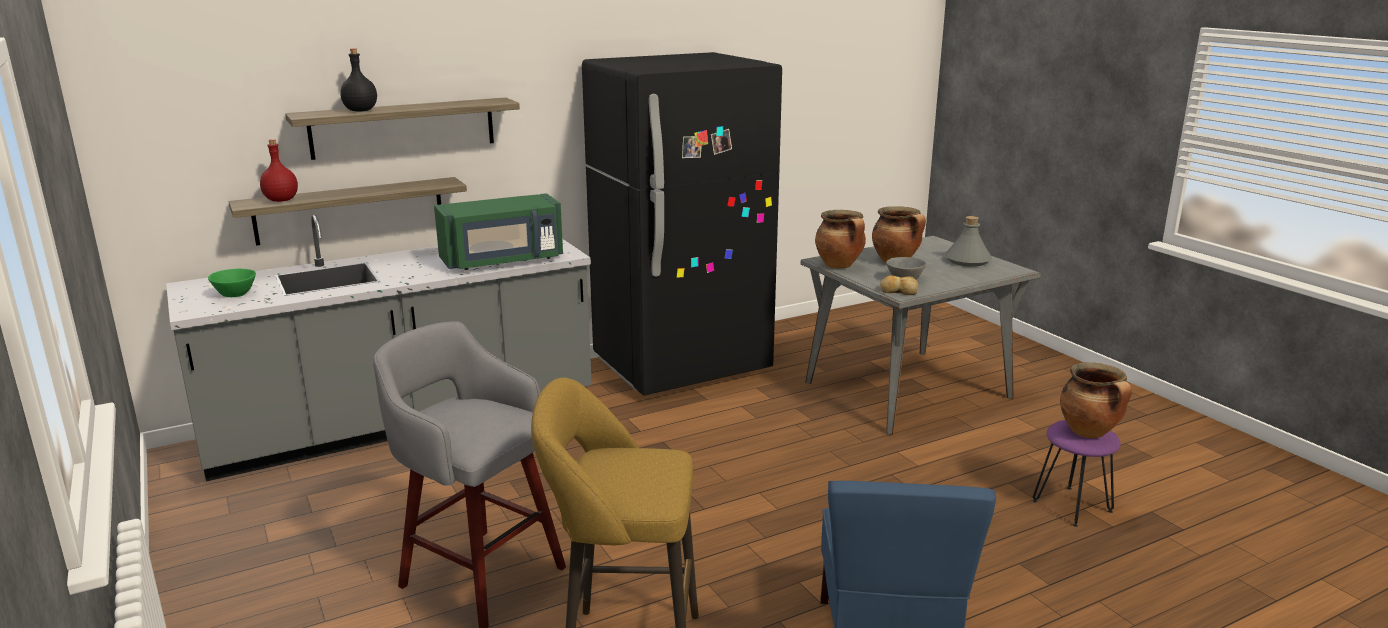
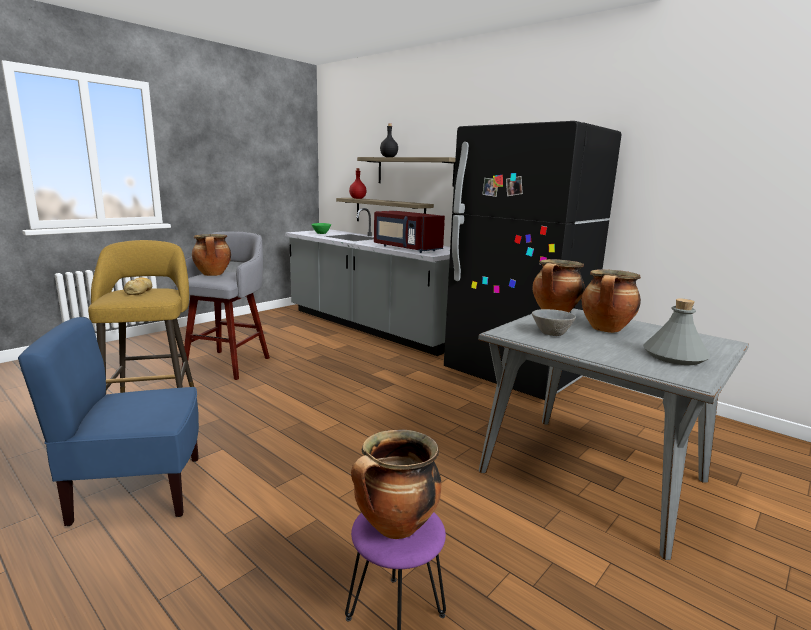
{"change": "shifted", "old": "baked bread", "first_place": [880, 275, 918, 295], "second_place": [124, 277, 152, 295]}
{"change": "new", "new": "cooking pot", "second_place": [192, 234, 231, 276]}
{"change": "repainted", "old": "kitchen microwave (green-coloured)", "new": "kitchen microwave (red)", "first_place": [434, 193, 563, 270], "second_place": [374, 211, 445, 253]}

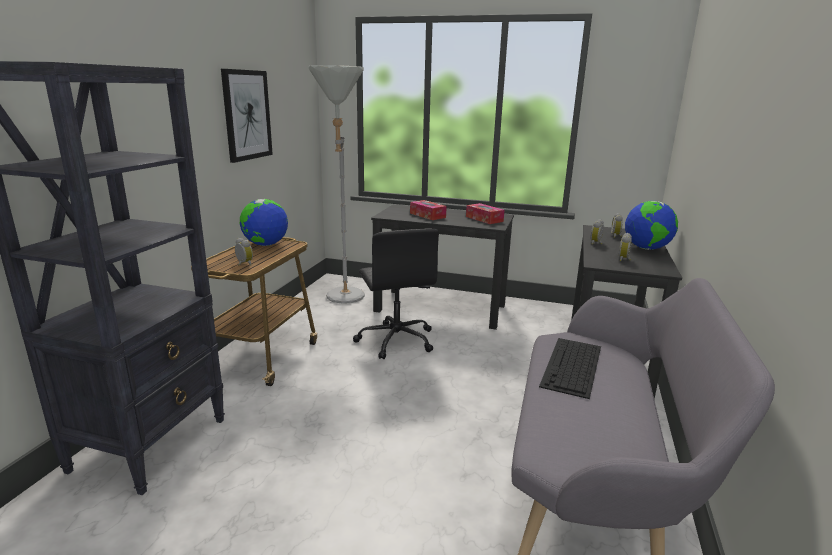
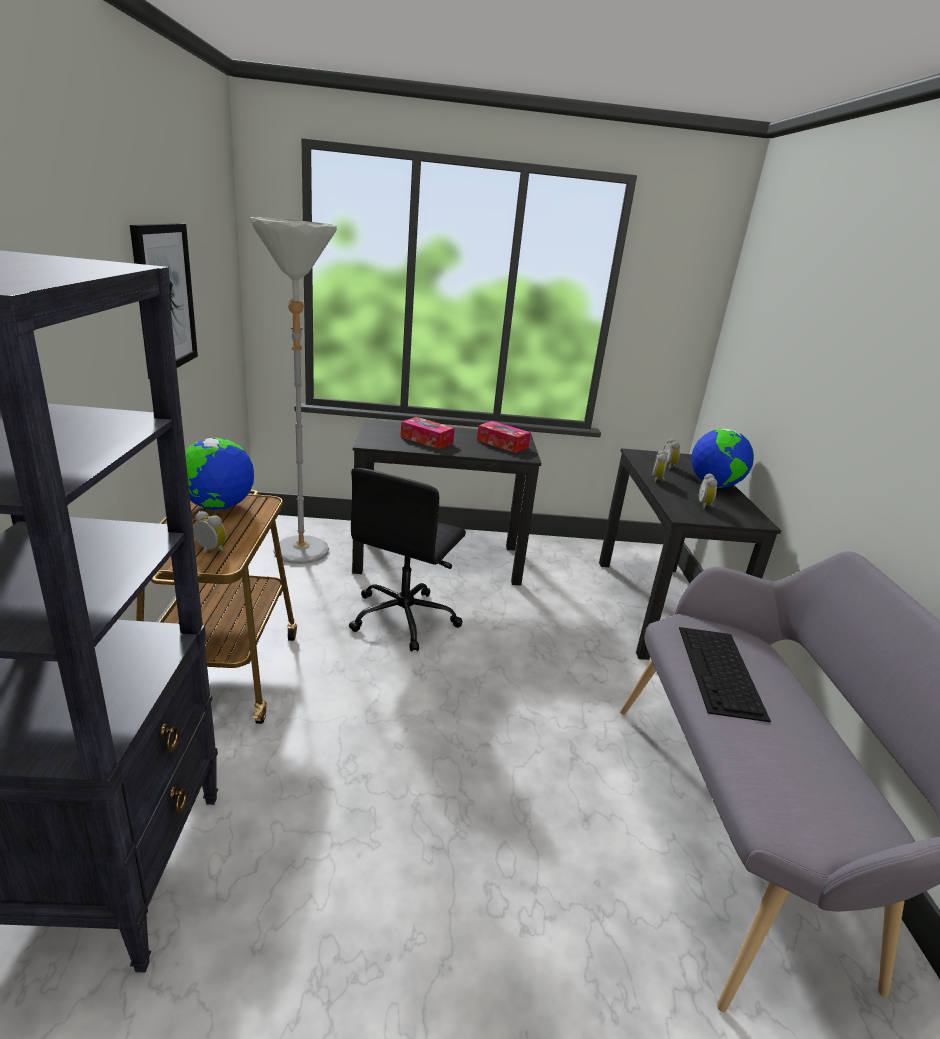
{"change": "rotated", "old": "desk chair (black)", "first_place": [353, 228, 439, 359], "second_place": [349, 468, 466, 651], "degrees": 60}

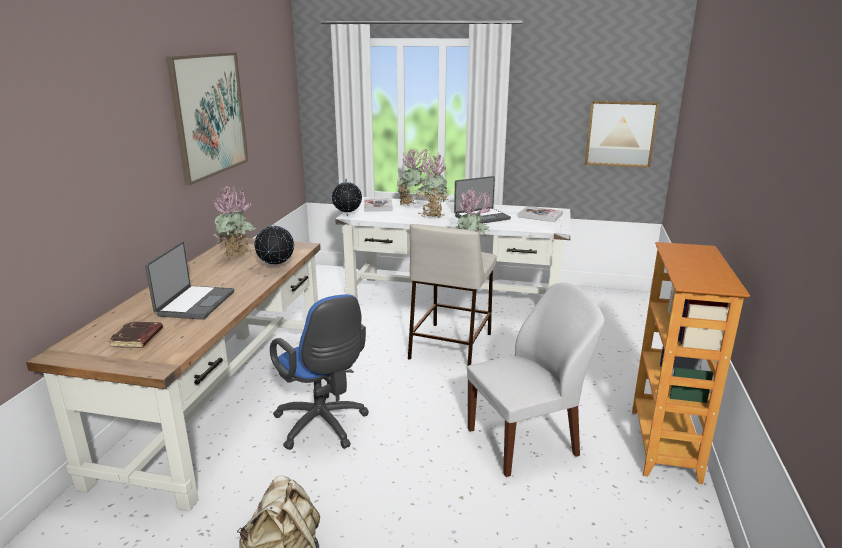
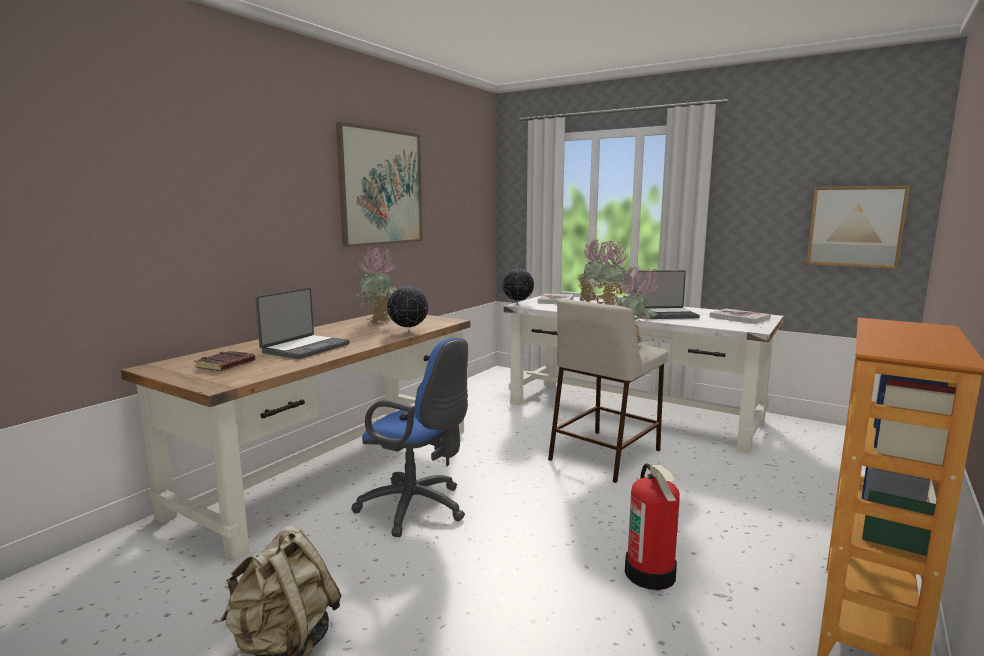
{"change": "rotated", "old": "desk chair (bluish)", "first_place": [270, 294, 369, 450], "second_place": [351, 338, 468, 537], "degrees": -45}
{"change": "swapped", "old": "upright chair (whitish)", "new": "fire-fighting cylinder", "first_place": [467, 283, 605, 477], "second_place": [625, 463, 680, 590]}

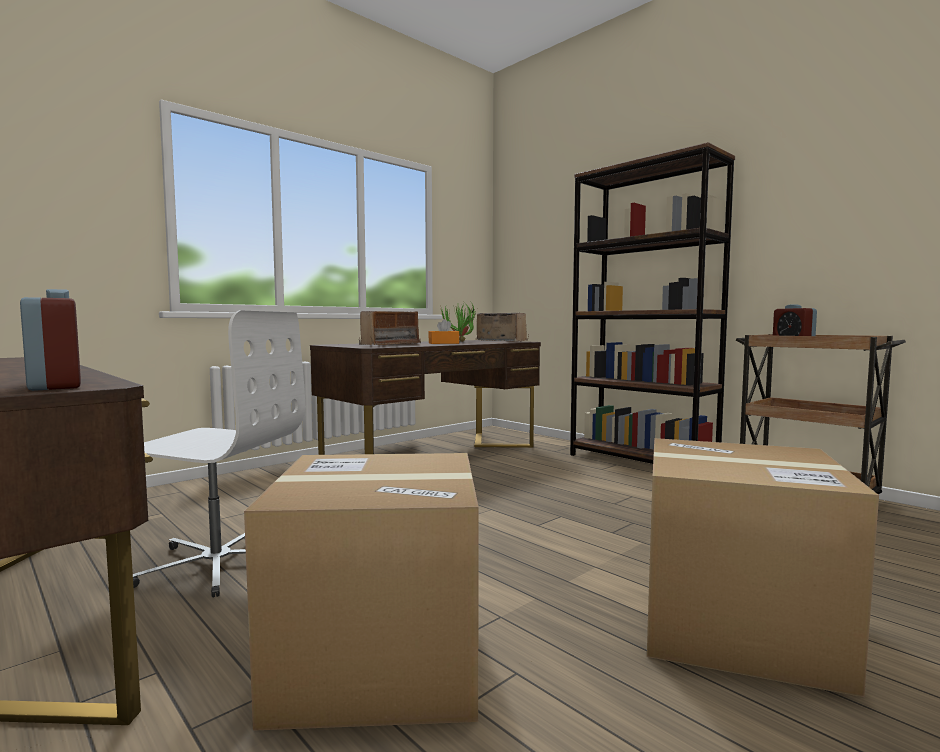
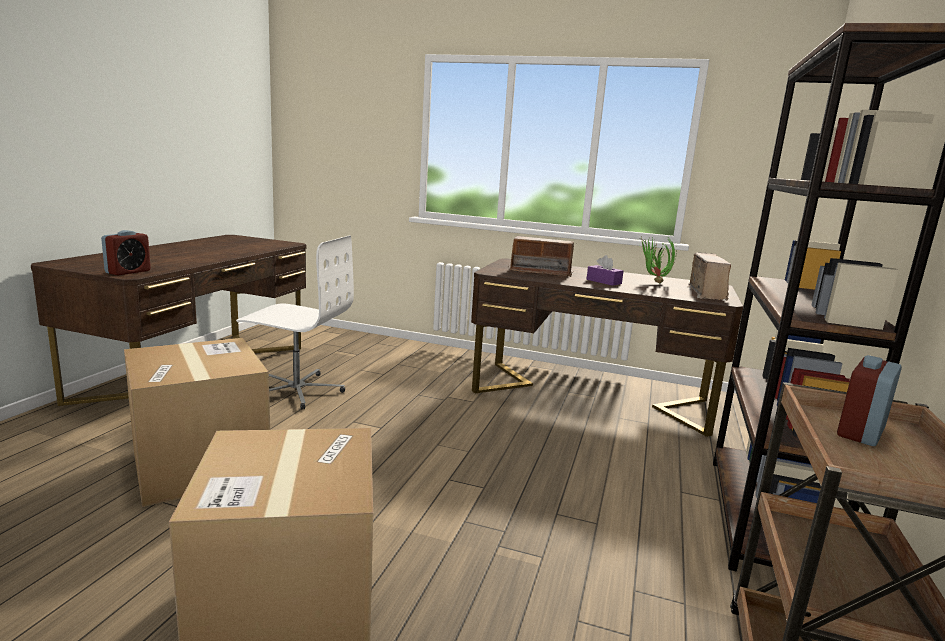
{"change": "rotated", "old": "desk chair (whitish)", "first_place": [133, 311, 305, 597], "second_place": [236, 235, 354, 409], "degrees": -60}
{"change": "repainted", "old": "tissue box (orange)", "new": "tissue box (purple-coloured)", "first_place": [429, 319, 459, 344], "second_place": [587, 255, 624, 286]}

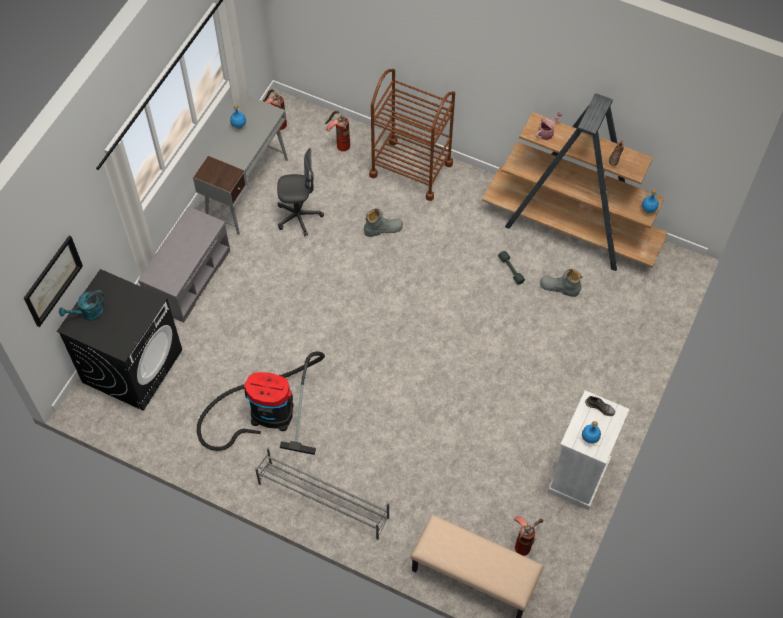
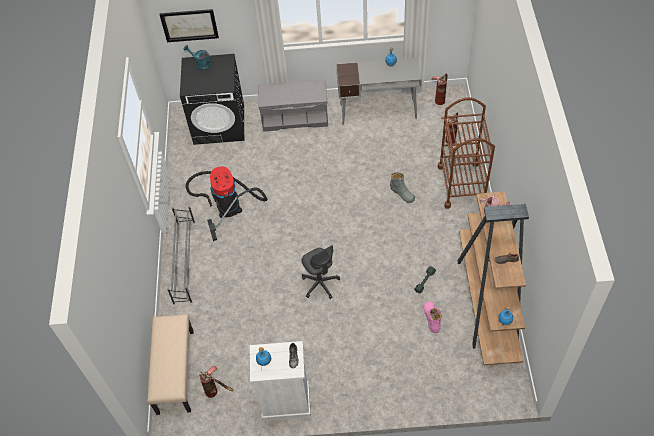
{"change": "shifted", "old": "desk chair (grey)", "first_place": [277, 148, 324, 236], "second_place": [301, 245, 340, 299]}
{"change": "repainted", "old": "tall boot (grey)", "new": "tall boot (pink-coloured)", "first_place": [540, 269, 582, 297], "second_place": [423, 301, 442, 333]}

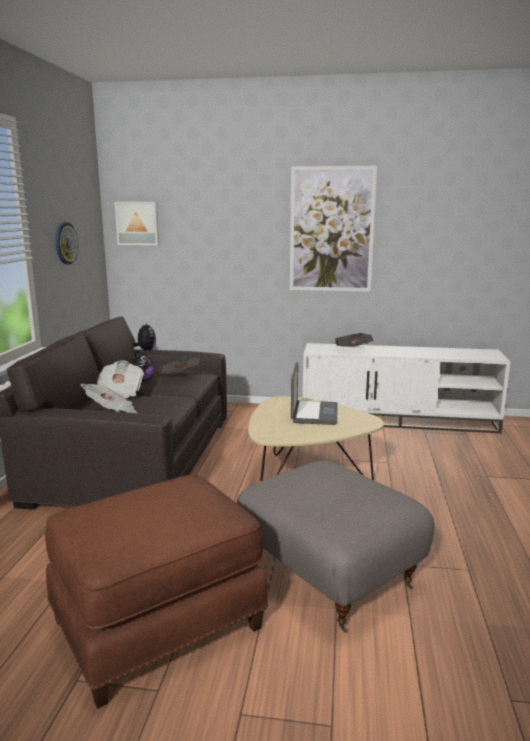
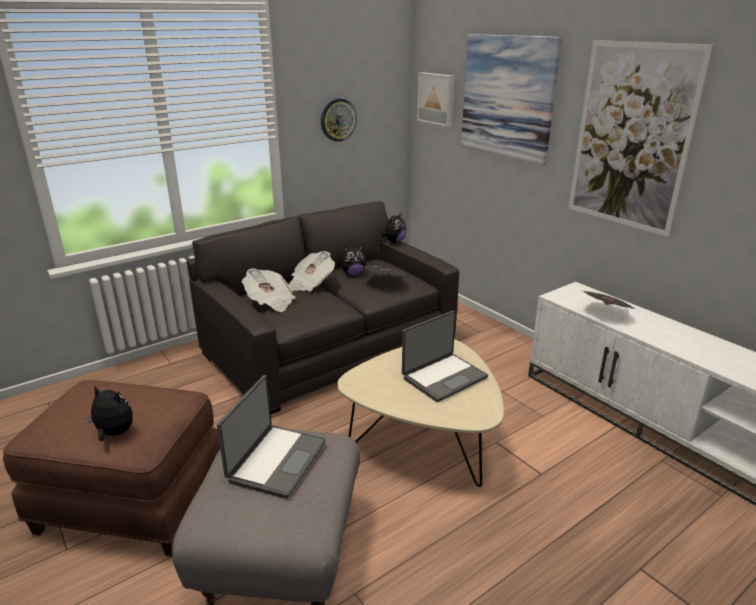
{"change": "new", "new": "plush toy", "second_place": [84, 386, 133, 441]}
{"change": "new", "new": "laptop", "second_place": [217, 375, 326, 499]}
{"change": "new", "new": "wall picture", "second_place": [461, 34, 562, 165]}

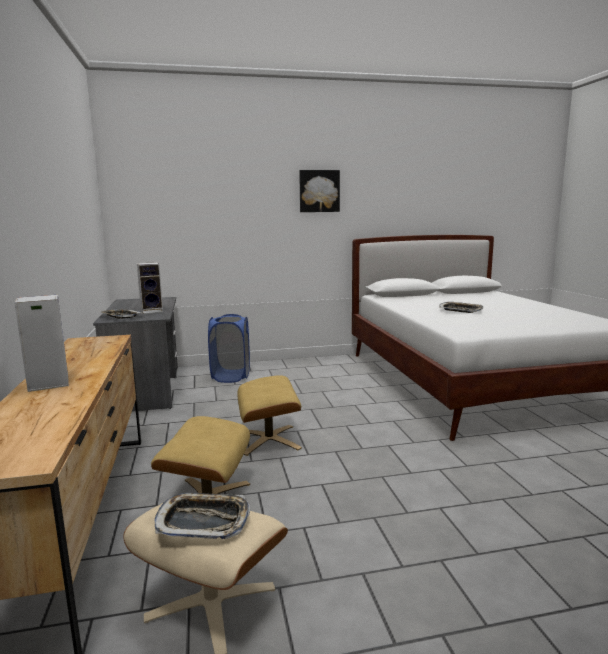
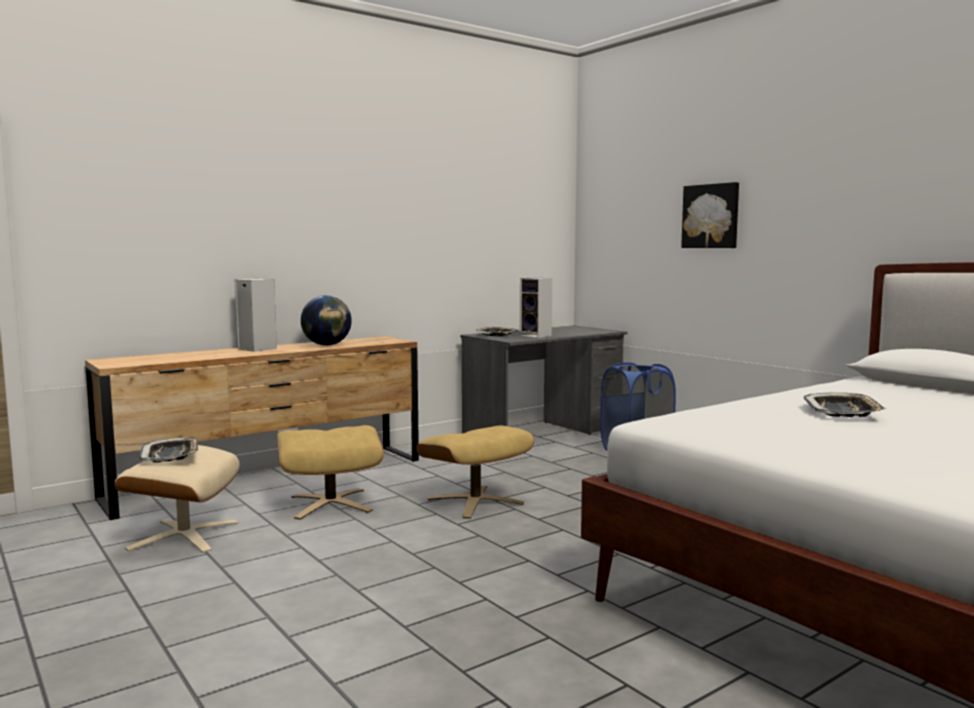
{"change": "new", "new": "desk globe", "second_place": [301, 295, 352, 346]}
{"change": "shifted", "old": "wall picture", "first_place": [299, 170, 340, 212], "second_place": [681, 182, 739, 248]}

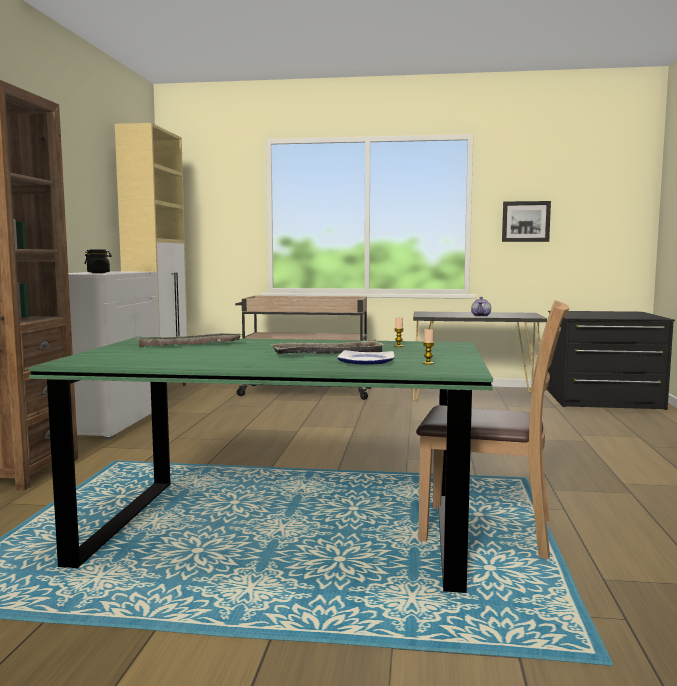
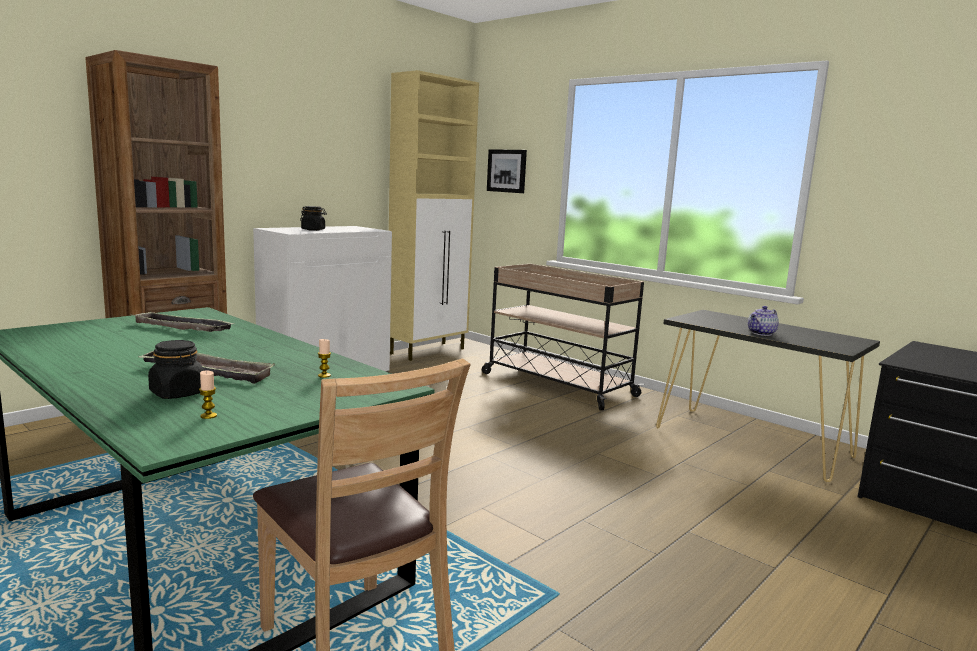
{"change": "swapped", "old": "dinner plate", "new": "preserve jar (black)", "first_place": [337, 350, 394, 365], "second_place": [148, 340, 204, 399]}
{"change": "shifted", "old": "wall picture", "first_place": [502, 201, 551, 242], "second_place": [487, 149, 527, 193]}

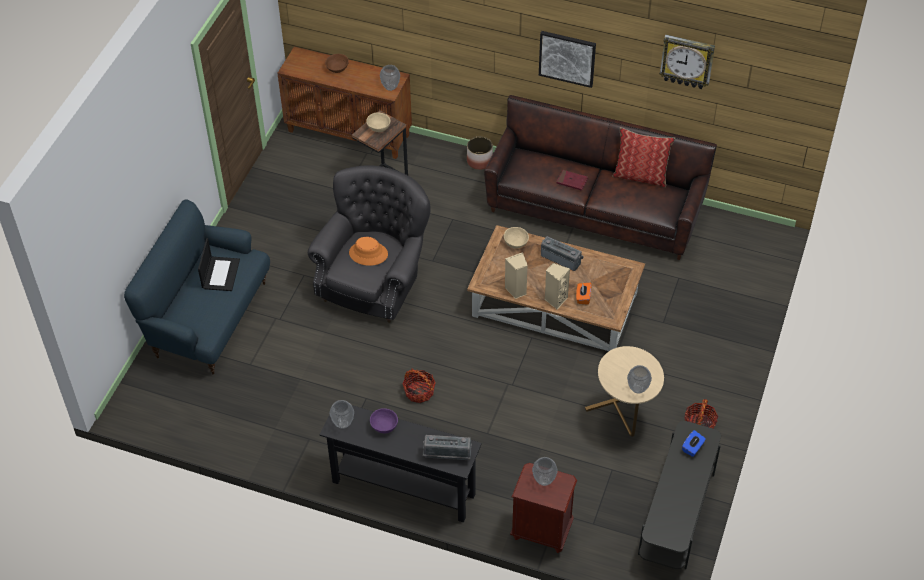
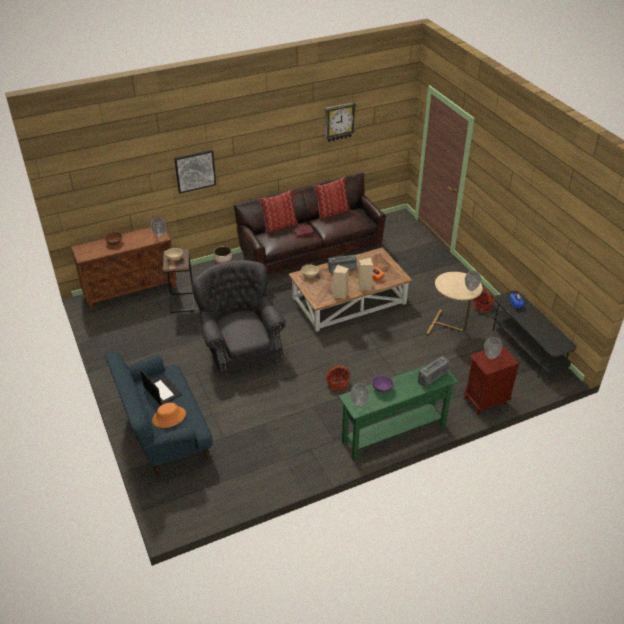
{"change": "shifted", "old": "hat (orange)", "first_place": [349, 237, 388, 266], "second_place": [152, 403, 186, 428]}
{"change": "shifted", "old": "wall picture", "first_place": [539, 31, 596, 88], "second_place": [174, 150, 216, 193]}
{"change": "new", "new": "throw pillow", "second_place": [259, 189, 298, 234]}
{"change": "repainted", "old": "console table (black)", "new": "console table (green-coloured)", "first_place": [319, 405, 482, 523], "second_place": [338, 365, 458, 461]}

